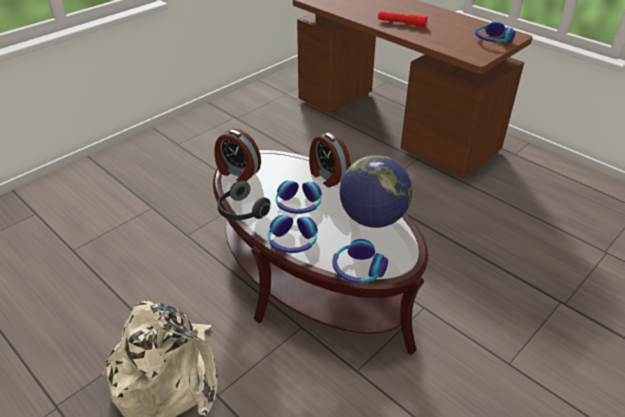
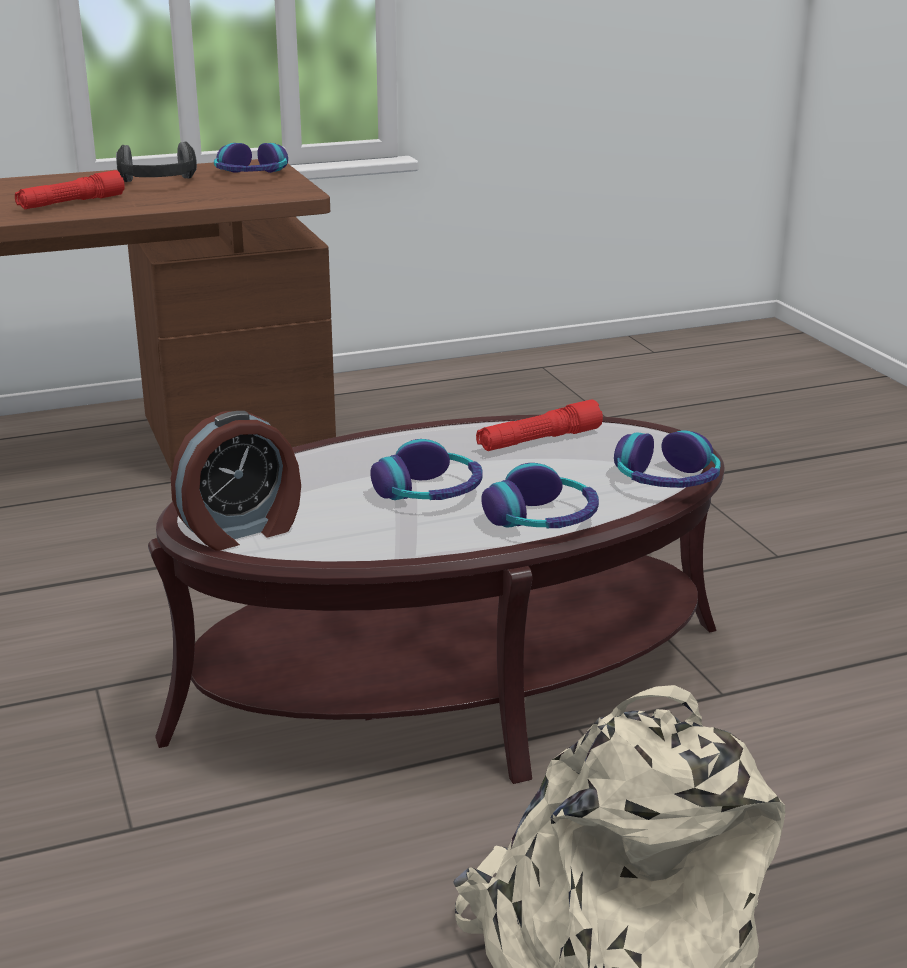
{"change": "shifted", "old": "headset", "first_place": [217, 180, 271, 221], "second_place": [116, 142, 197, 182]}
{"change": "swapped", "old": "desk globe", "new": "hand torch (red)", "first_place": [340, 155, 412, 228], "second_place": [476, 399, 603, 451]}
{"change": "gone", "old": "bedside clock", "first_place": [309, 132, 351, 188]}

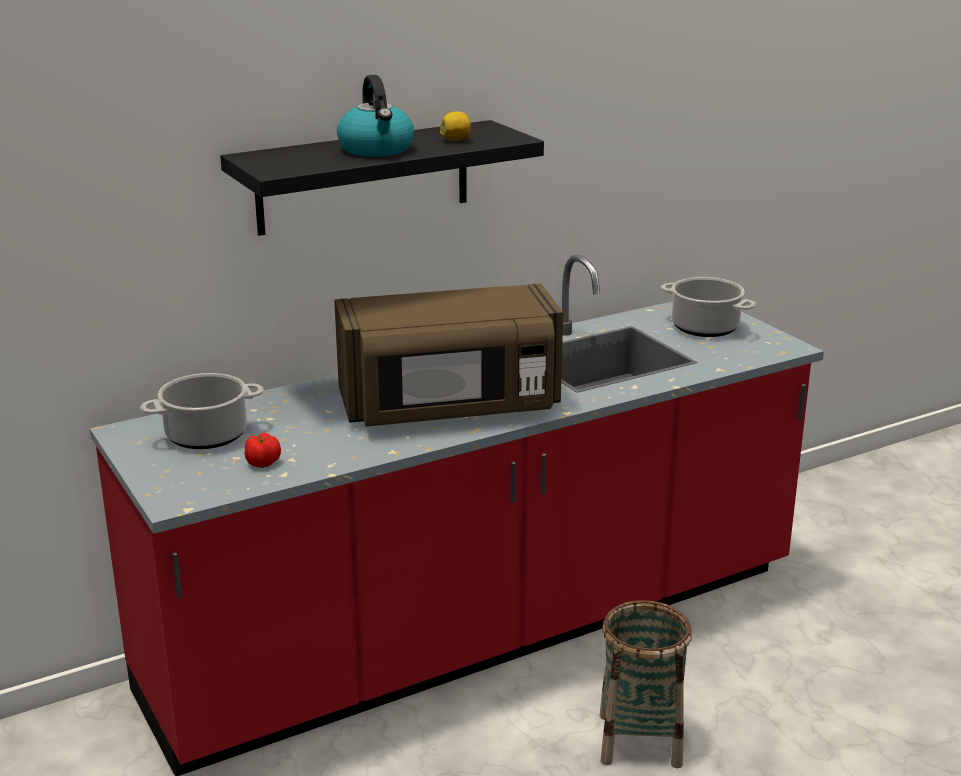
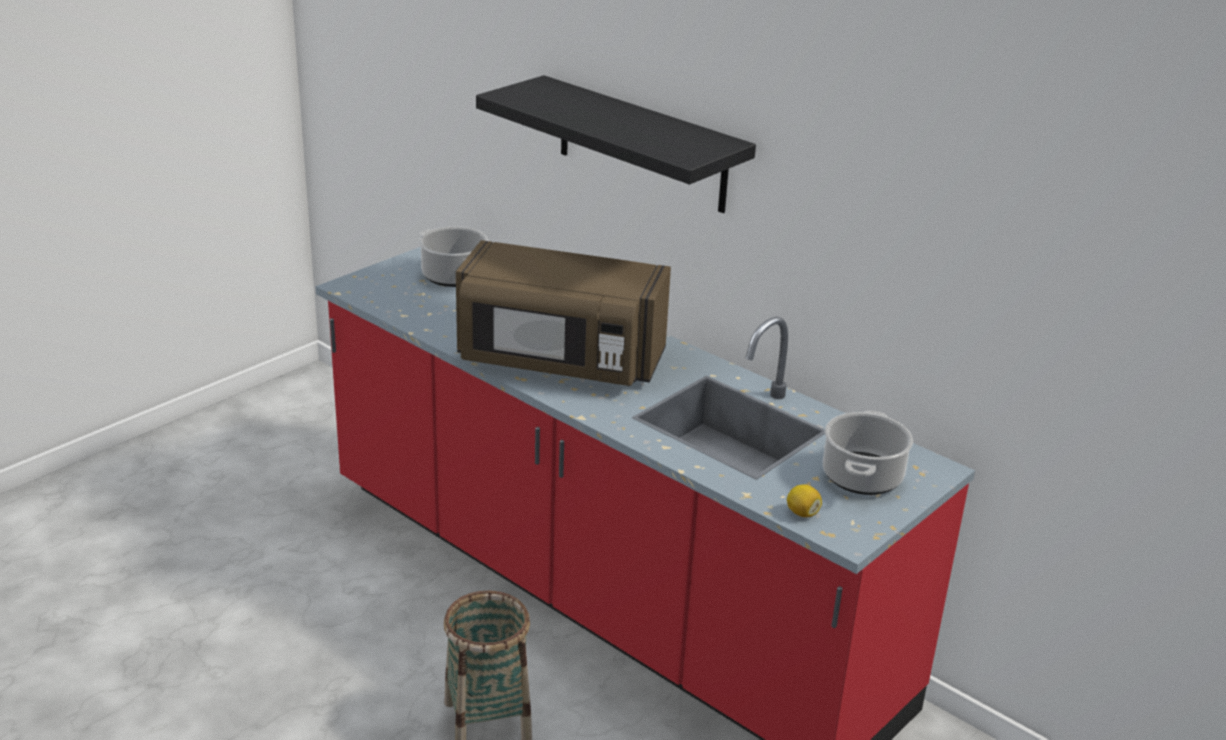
{"change": "rotated", "old": "kitchen microwave (brownish)", "first_place": [334, 283, 563, 427], "second_place": [456, 240, 671, 386], "degrees": -45}
{"change": "shifted", "old": "citrus fruit", "first_place": [440, 111, 471, 141], "second_place": [787, 484, 822, 517]}
{"change": "gone", "old": "fresh tomato", "first_place": [245, 433, 281, 468]}
{"change": "gone", "old": "water kettle", "first_place": [337, 75, 414, 157]}

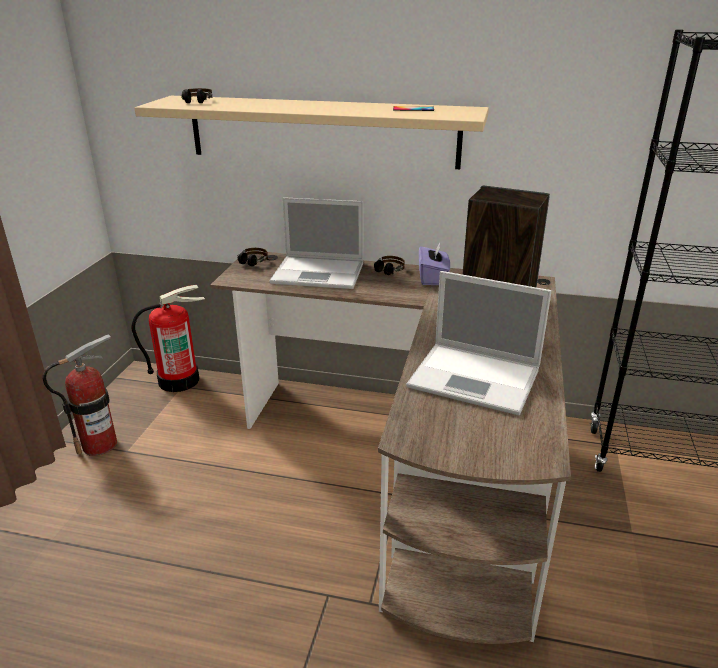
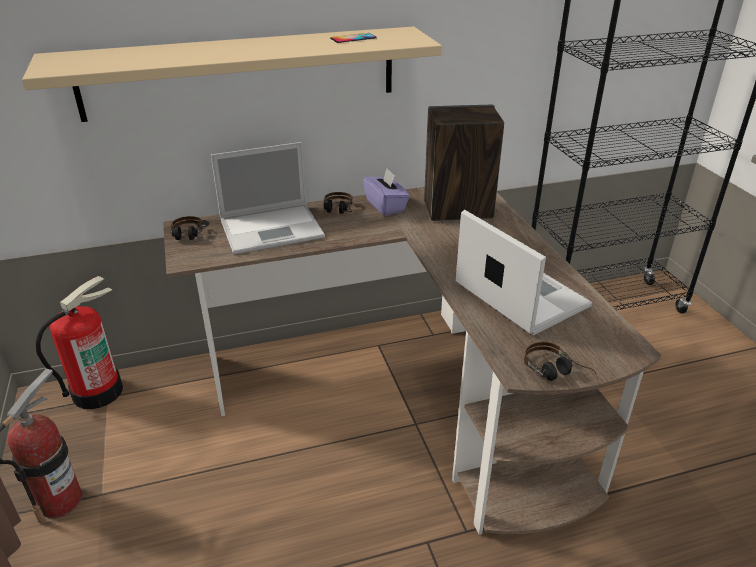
{"change": "rotated", "old": "laptop", "first_place": [406, 271, 552, 416], "second_place": [456, 210, 592, 335], "degrees": -120}
{"change": "shifted", "old": "headset", "first_place": [181, 88, 213, 103], "second_place": [524, 342, 596, 381]}

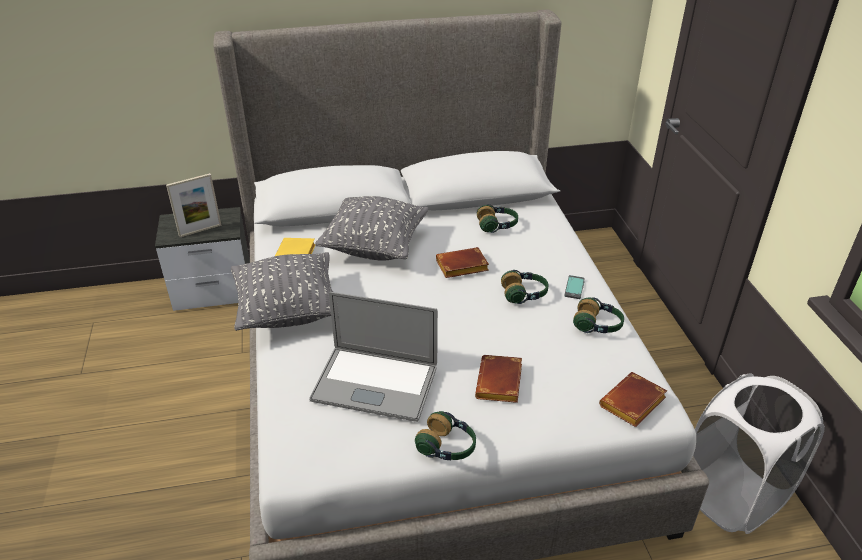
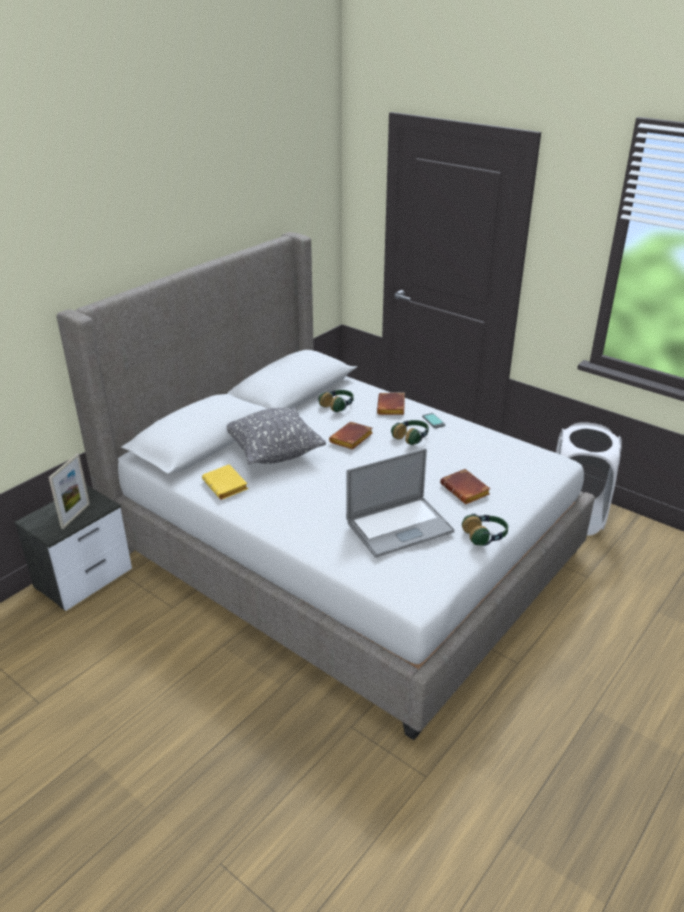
{"change": "shifted", "old": "book (brownish)", "first_place": [599, 372, 667, 427], "second_place": [377, 393, 405, 415]}
{"change": "gone", "old": "throw pillow (grey)", "first_place": [231, 252, 333, 331]}
{"change": "gone", "old": "headset", "first_place": [573, 297, 624, 333]}

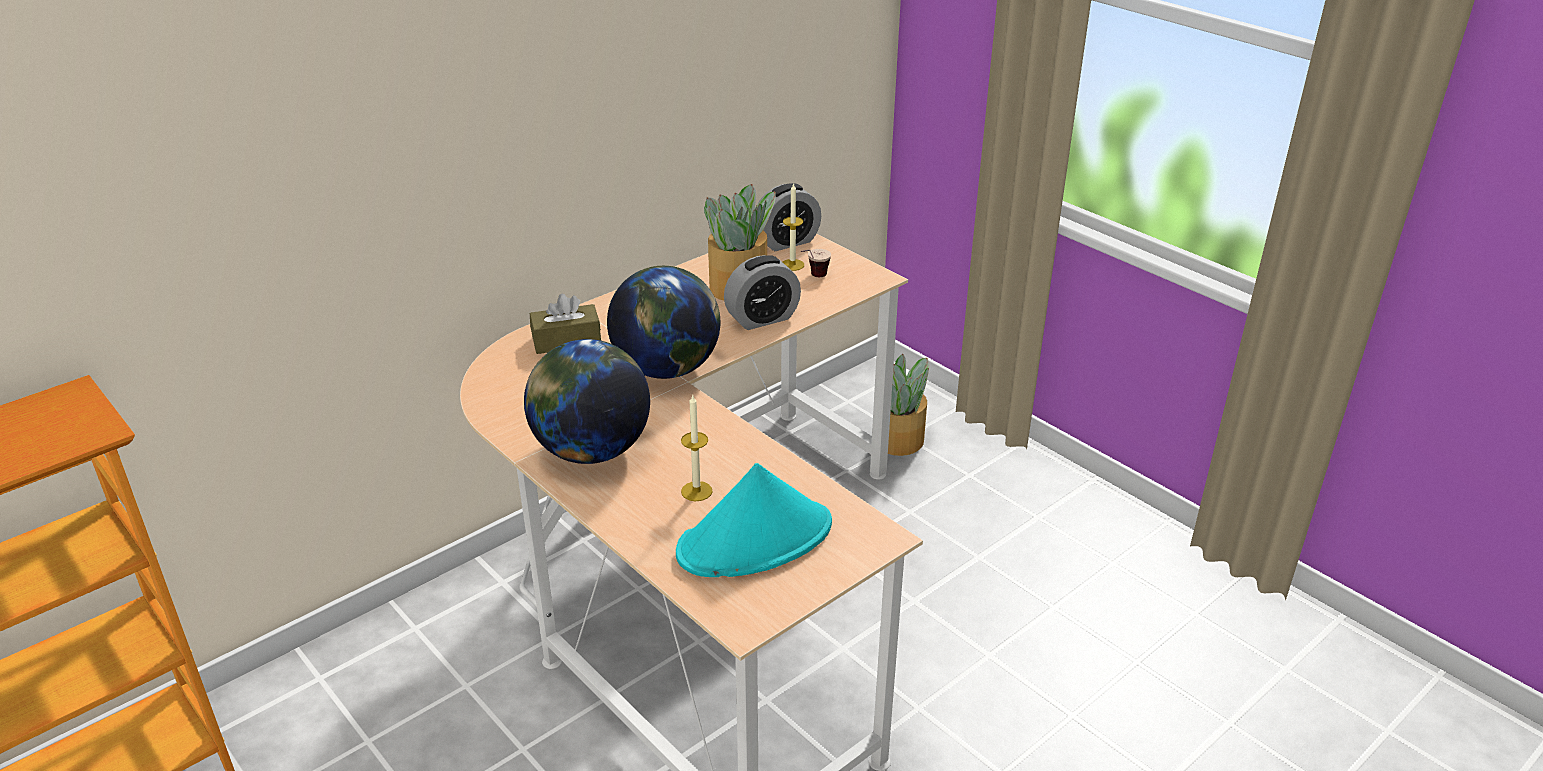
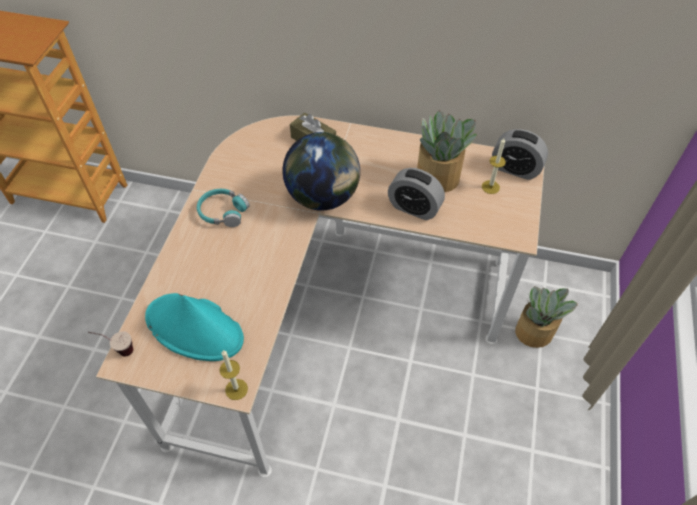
{"change": "shifted", "old": "small cup", "first_place": [801, 249, 831, 277], "second_place": [88, 331, 133, 357]}
{"change": "swapped", "old": "desk globe", "new": "headset (turquoise-coloured)", "first_place": [524, 339, 650, 464], "second_place": [197, 189, 250, 227]}
{"change": "shifted", "old": "wax light", "first_place": [681, 394, 712, 501], "second_place": [219, 350, 248, 400]}

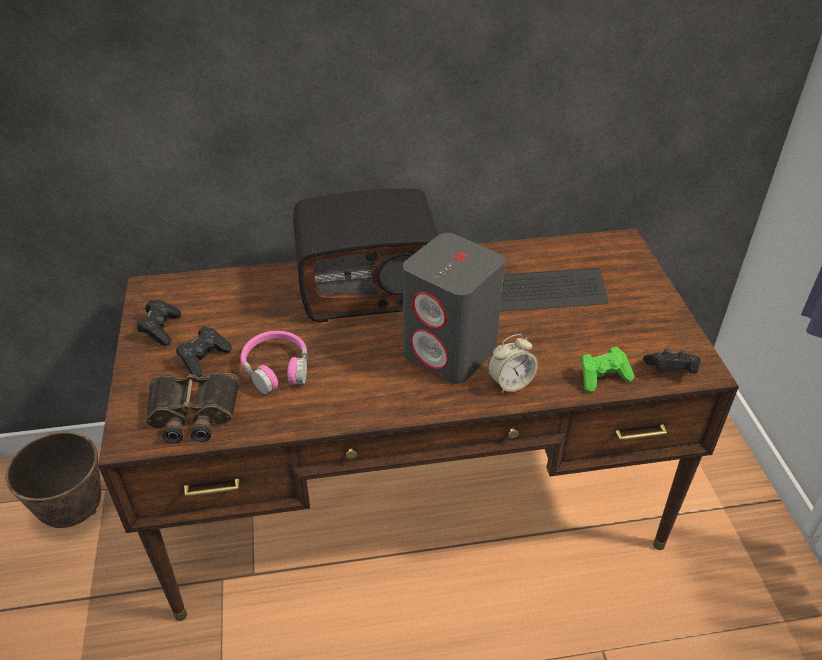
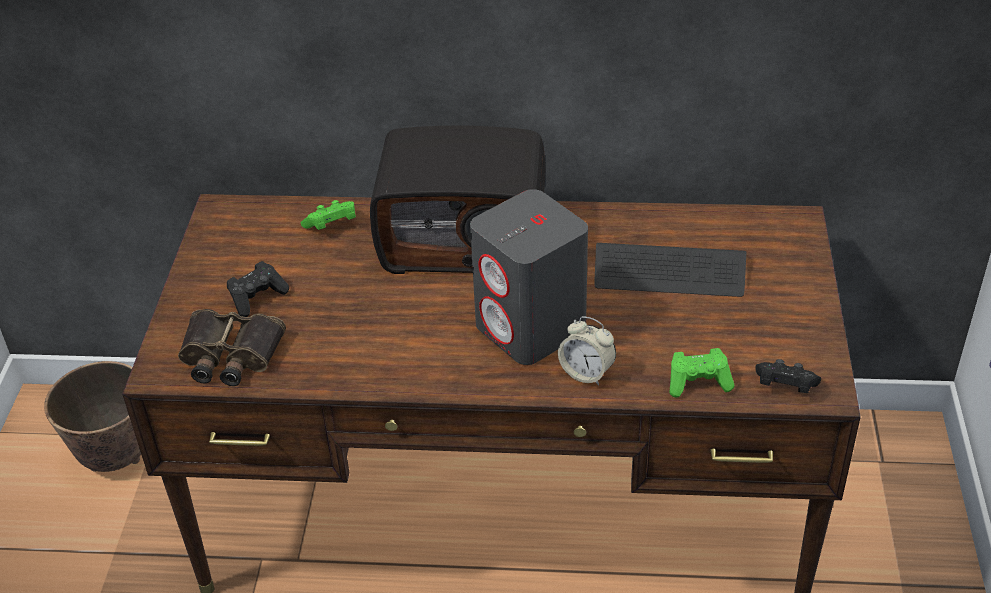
{"change": "new", "new": "joypad (green-coloured)", "second_place": [301, 200, 356, 230]}
{"change": "rotated", "old": "bedside clock", "first_place": [488, 334, 538, 394], "second_place": [558, 316, 616, 386], "degrees": 45}
{"change": "gone", "old": "joypad (black)", "first_place": [137, 300, 181, 346]}
{"change": "gone", "old": "headset (pink-coloured)", "first_place": [240, 331, 307, 394]}

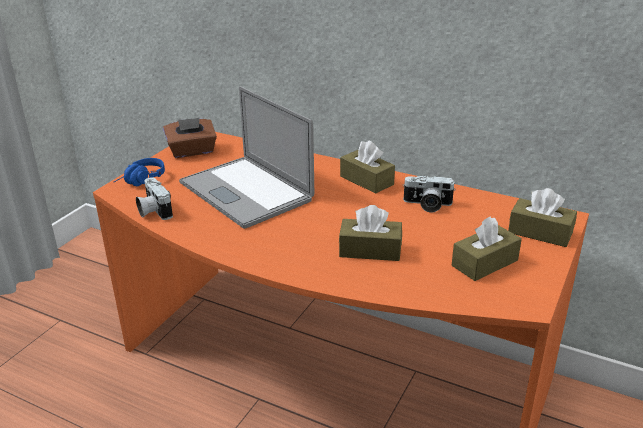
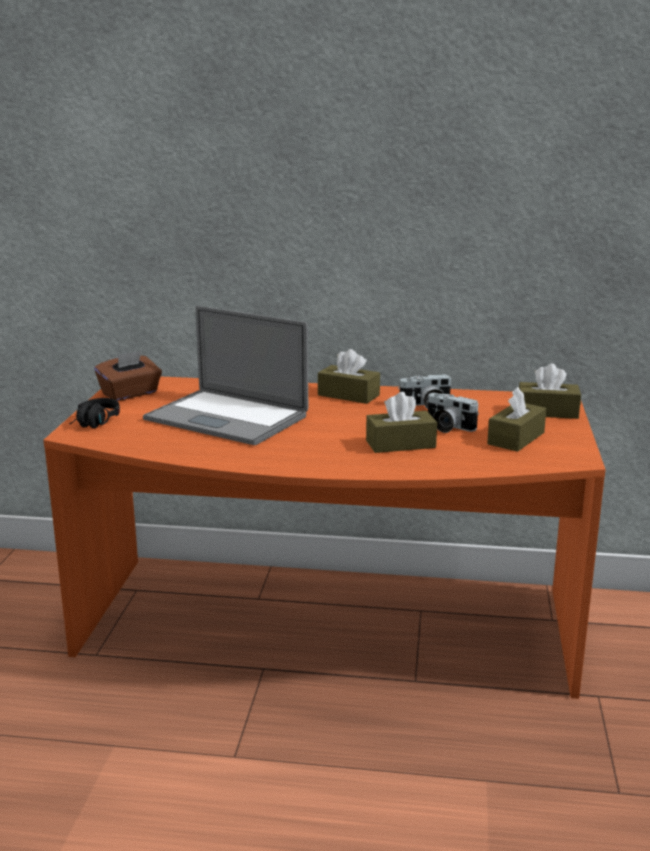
{"change": "repainted", "old": "headset (bluish)", "new": "headset (black)", "first_place": [114, 158, 165, 186], "second_place": [70, 398, 120, 428]}
{"change": "shifted", "old": "still camera", "first_place": [136, 177, 173, 220], "second_place": [427, 393, 479, 433]}

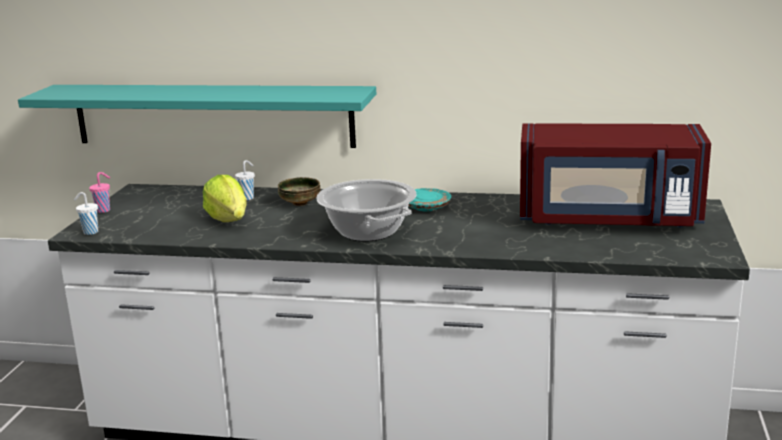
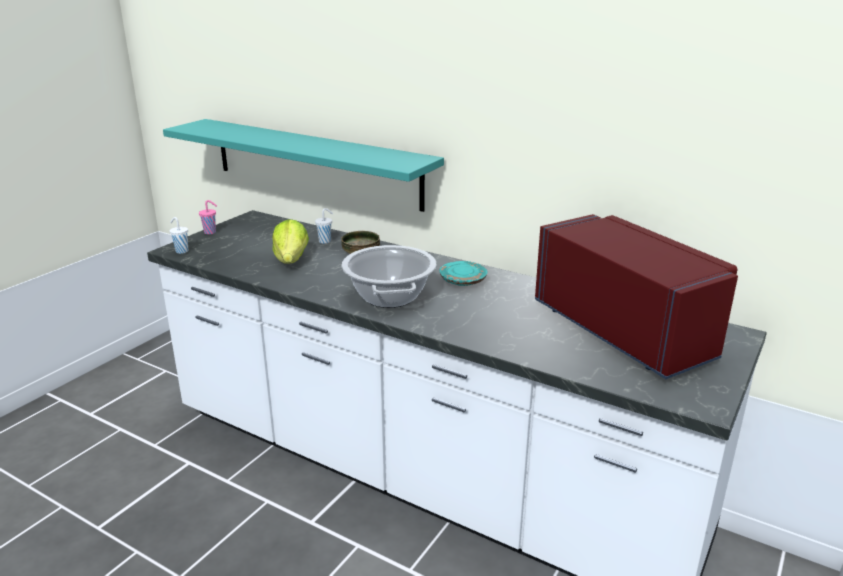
{"change": "rotated", "old": "kitchen microwave (red)", "first_place": [520, 123, 711, 227], "second_place": [535, 214, 738, 379], "degrees": -150}

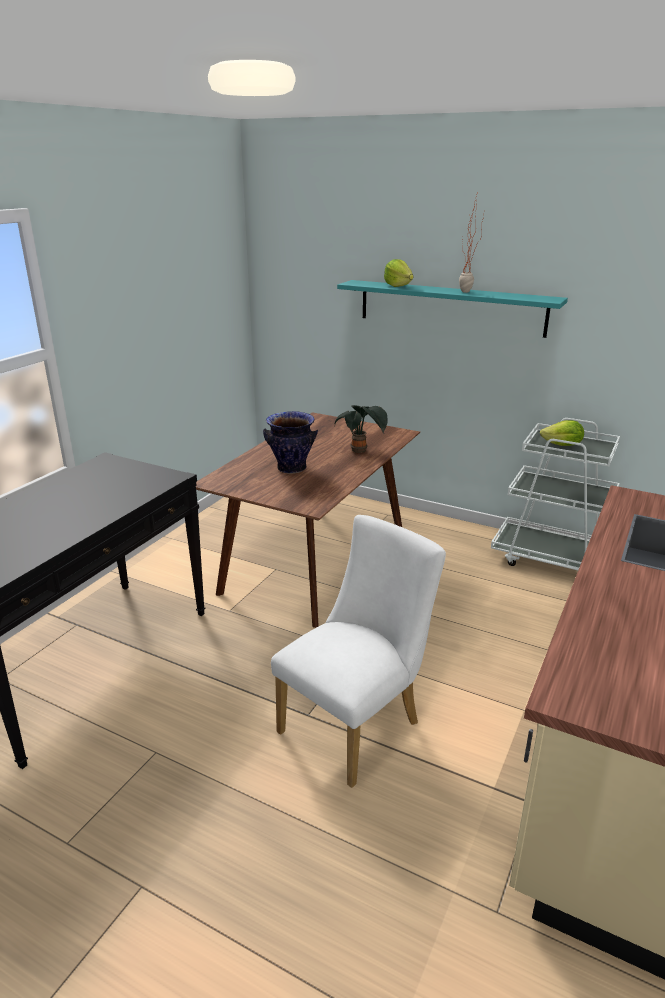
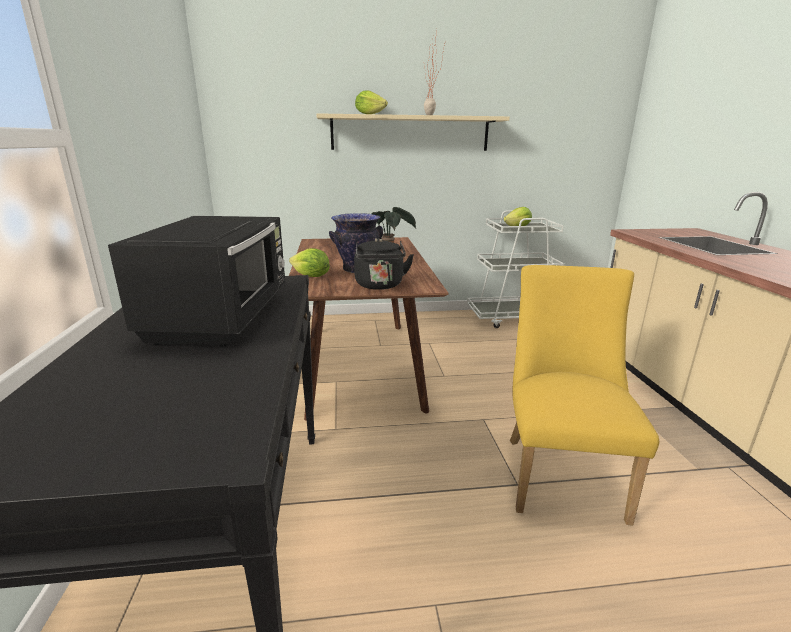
{"change": "new", "new": "kitchen microwave (black)", "second_place": [108, 216, 285, 347]}
{"change": "new", "new": "head of lettuce", "second_place": [289, 248, 330, 277]}
{"change": "repainted", "old": "bracket shelf (turquoise-coloured)", "new": "bracket shelf (beige-coloured)", "first_place": [337, 280, 568, 338], "second_place": [316, 113, 510, 151]}
{"change": "new", "new": "water kettle (black)", "second_place": [354, 238, 414, 290]}
{"change": "repainted", "old": "upright chair (whitish)", "new": "upright chair (yellow-coloured)", "first_place": [271, 515, 446, 788], "second_place": [510, 265, 659, 526]}

